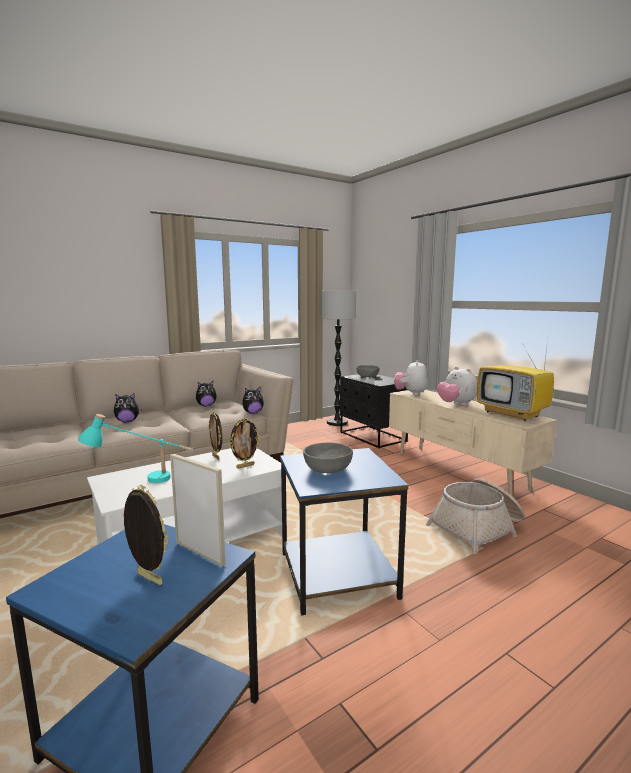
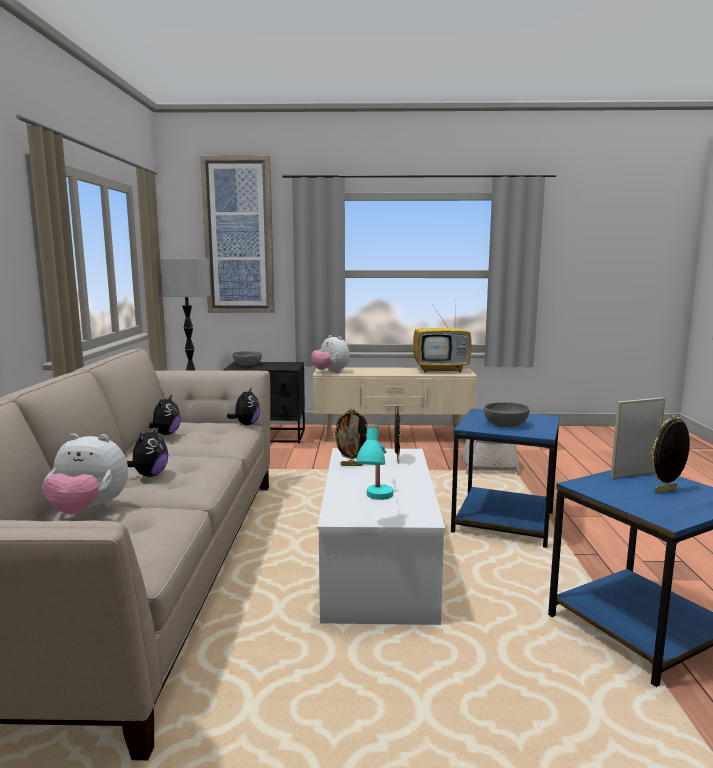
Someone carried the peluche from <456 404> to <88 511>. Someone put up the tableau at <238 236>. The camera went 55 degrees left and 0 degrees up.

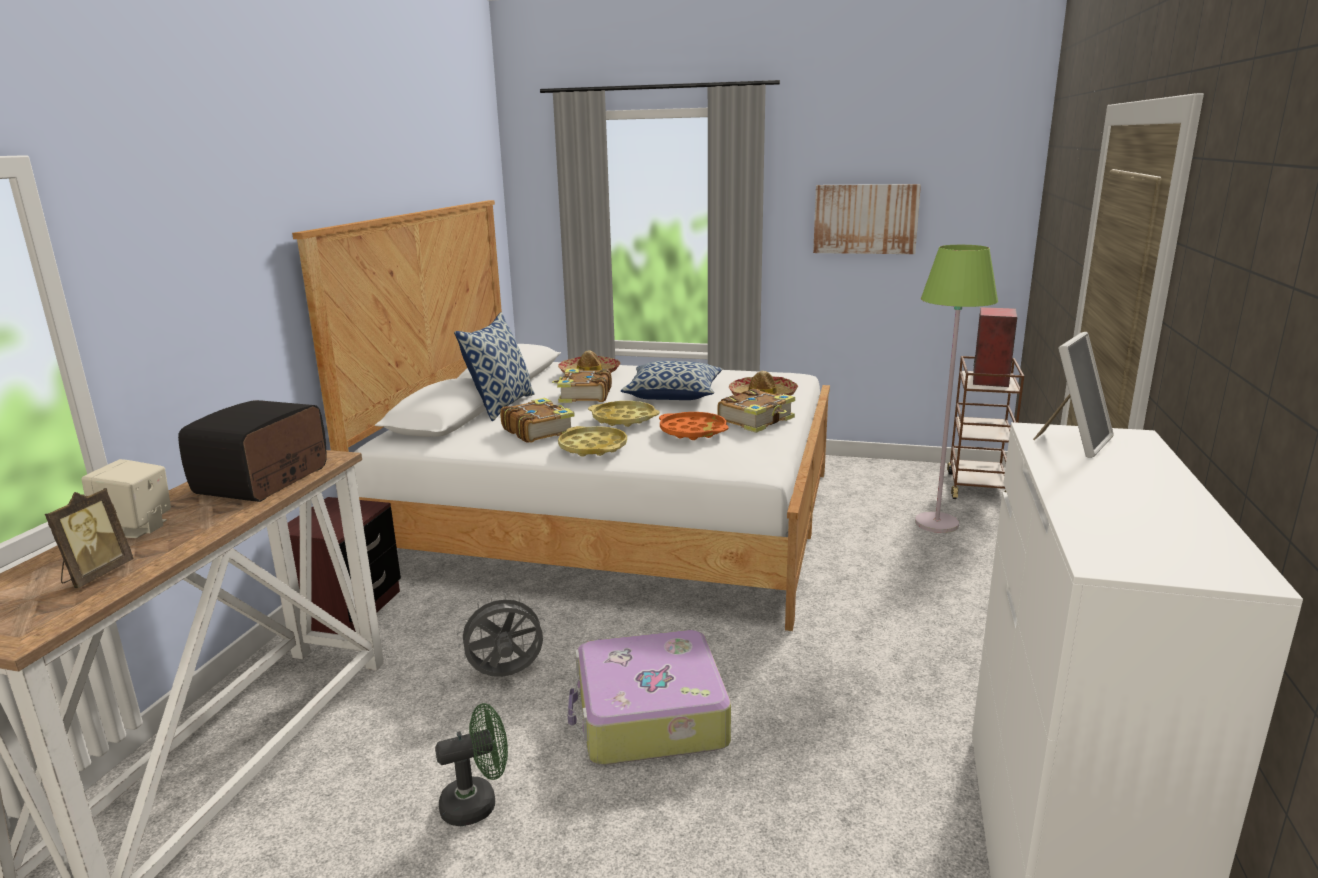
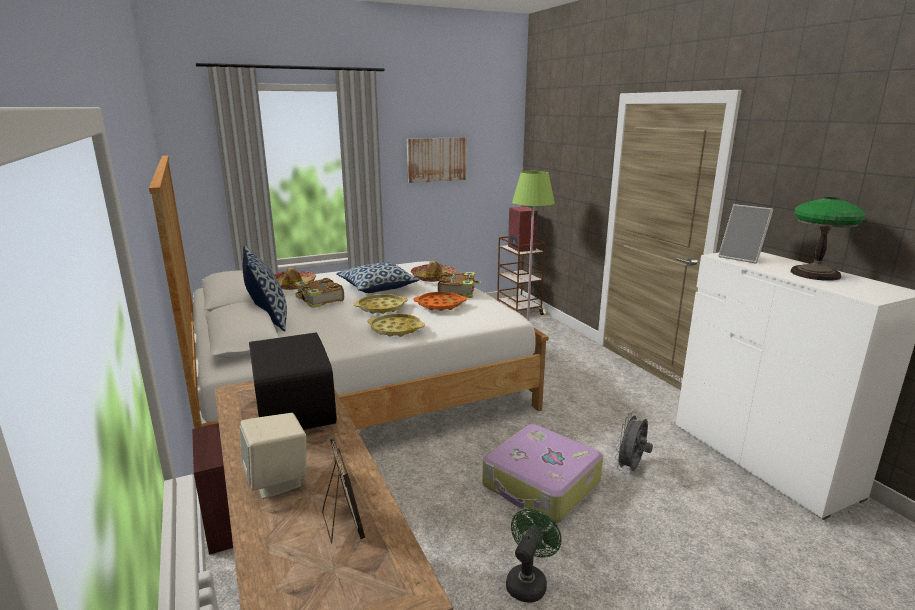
Someone carried the ventilateur [gris] from <506 675> to <630 468>. Someone rotated the cadre photo at <1073 442> by 135 degrees clockwise. Someone put down the lampe de table at <815 274>. Someone took away the livre at <538 431>. The camera went 40 degrees left and 0 degrees up.

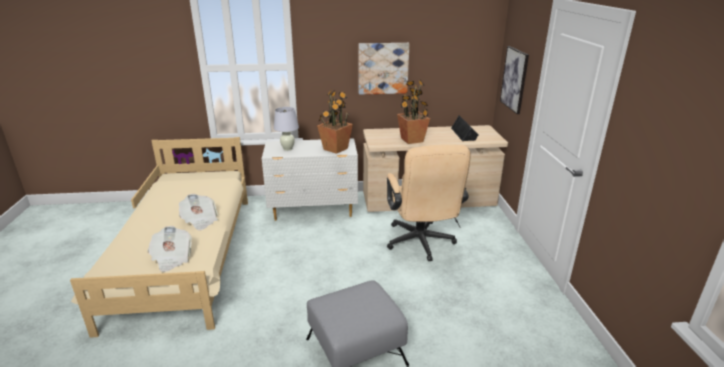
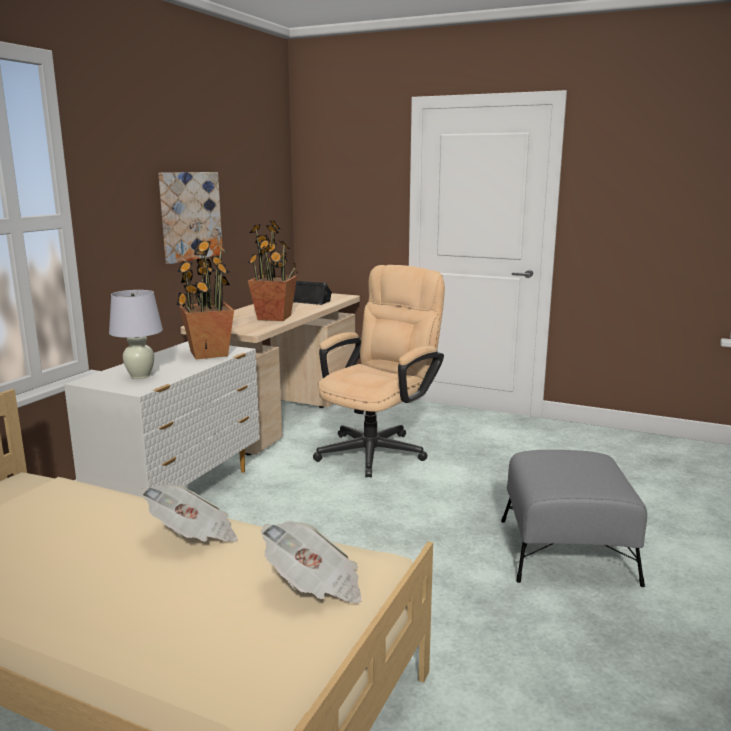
Someone rotated the chaise de bureau [beige] at <421 244> by 75 degrees counterclockwise. Someone took away the tableau at <514 79>. The camera went 60 degrees left and 10 degrees down.

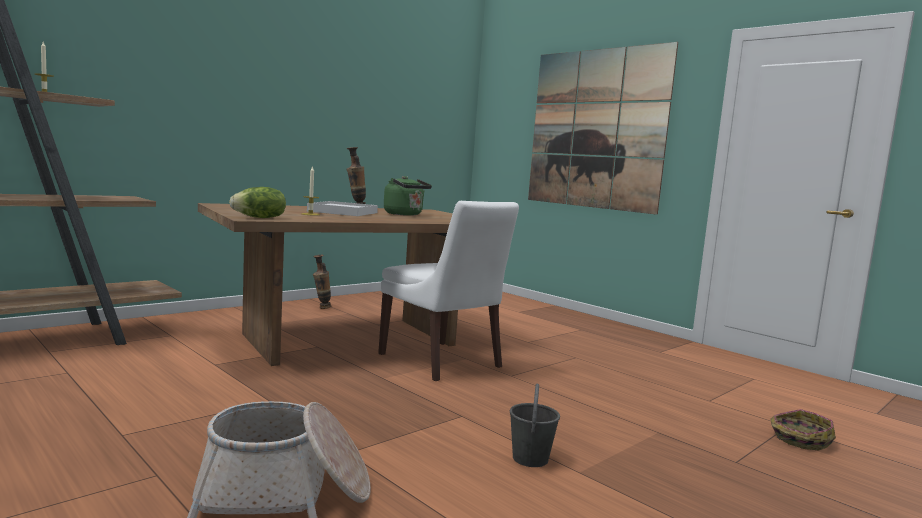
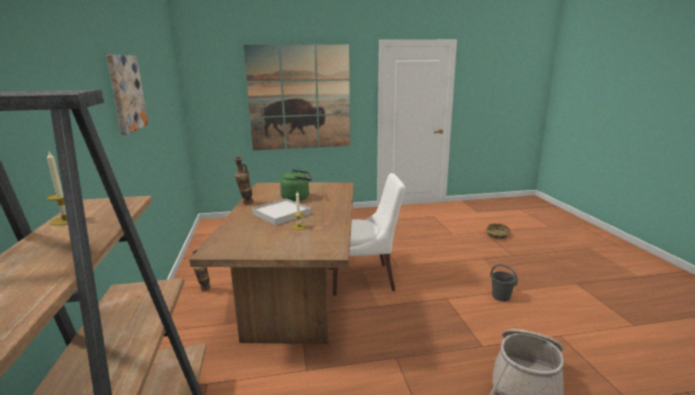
Someone put up the tableau at <126 93>. Someone took away the laitue at <260 218>. The camera went 55 degrees left and 10 degrees up.

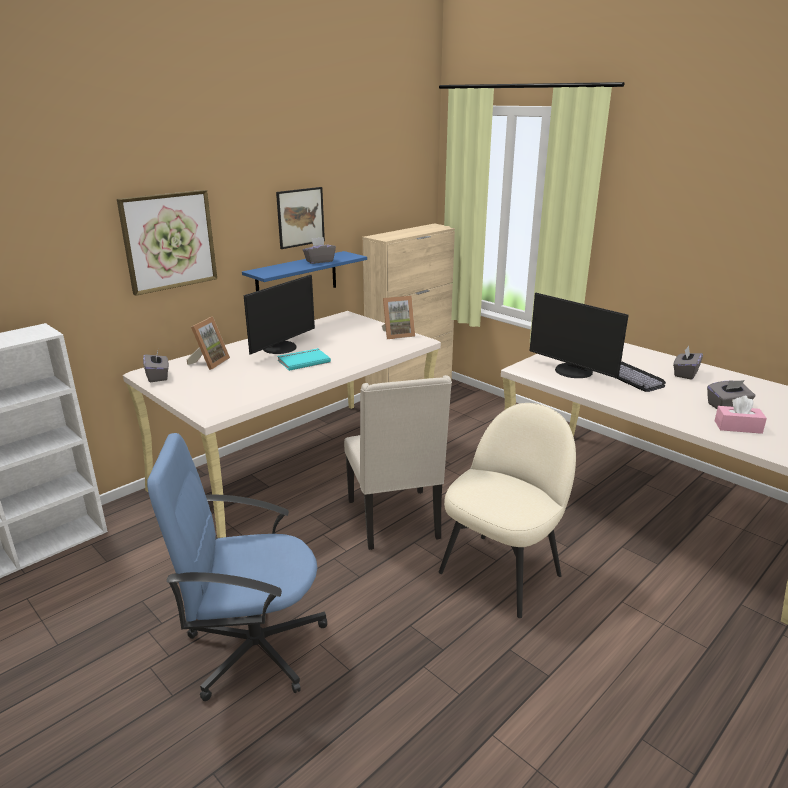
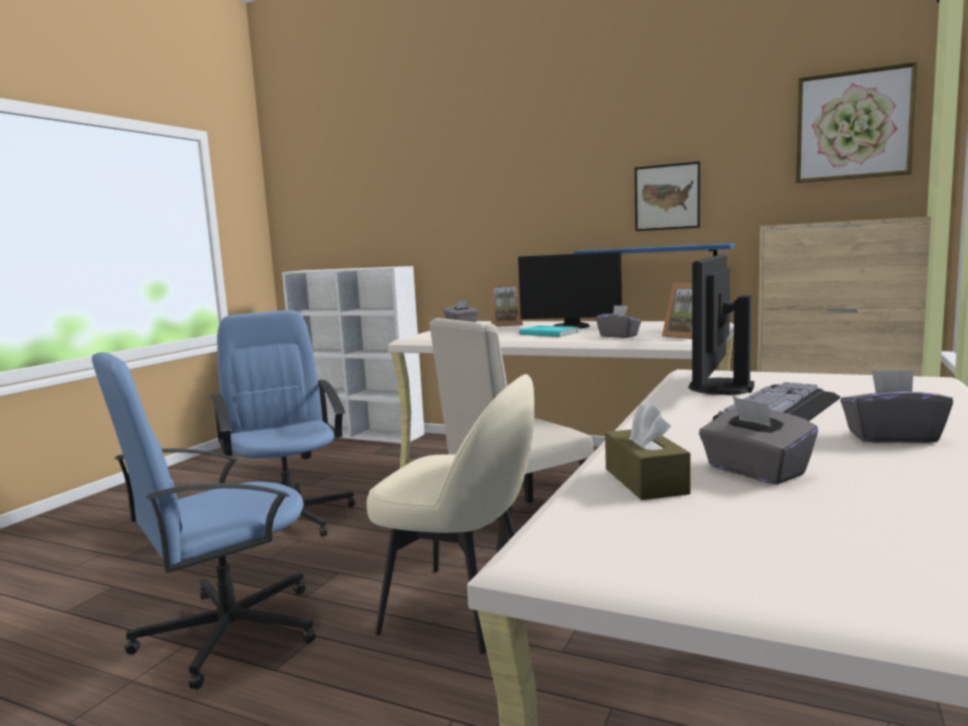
Someone put down the chaise de bureau [bleu] at <226 632>. Someone carried the boîte à mouchoirs [gris] from <319 261> to <619 336>. Someone repainted the boîte à mouchoirs [rose] at <738 427>, which became the boîte à mouchoirs [marron] at <645 481>. Someone carried the tableau from <169 241> to <853 125>. The camera went 70 degrees right and 15 degrees down.

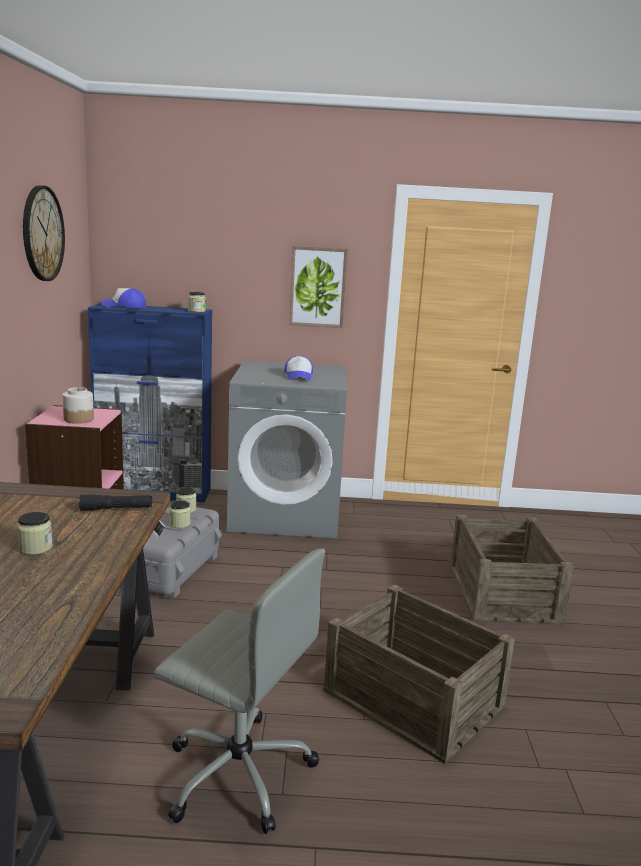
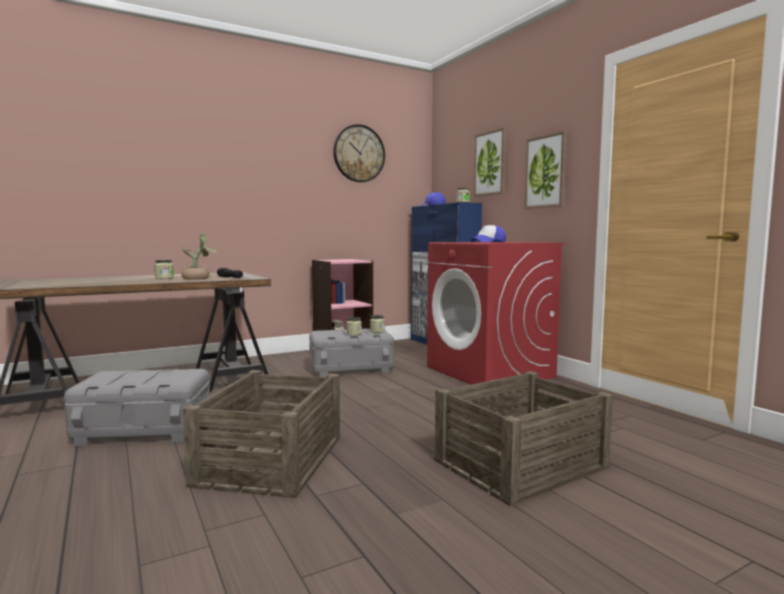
Someone swapped the chaise de bureau [gris] at <237 772> for the boîte de rangement [gris] at <144 430>. Someone put down the plante en pot at <198 279>. Someone repainted the lave-linge [gris] at <286 514>, which became the lave-linge [rouge] at <490 372>. Someone put up the tableau at <490 163>. Someone took away the bocal at <78 419>. The camera went 60 degrees right and 10 degrees down.

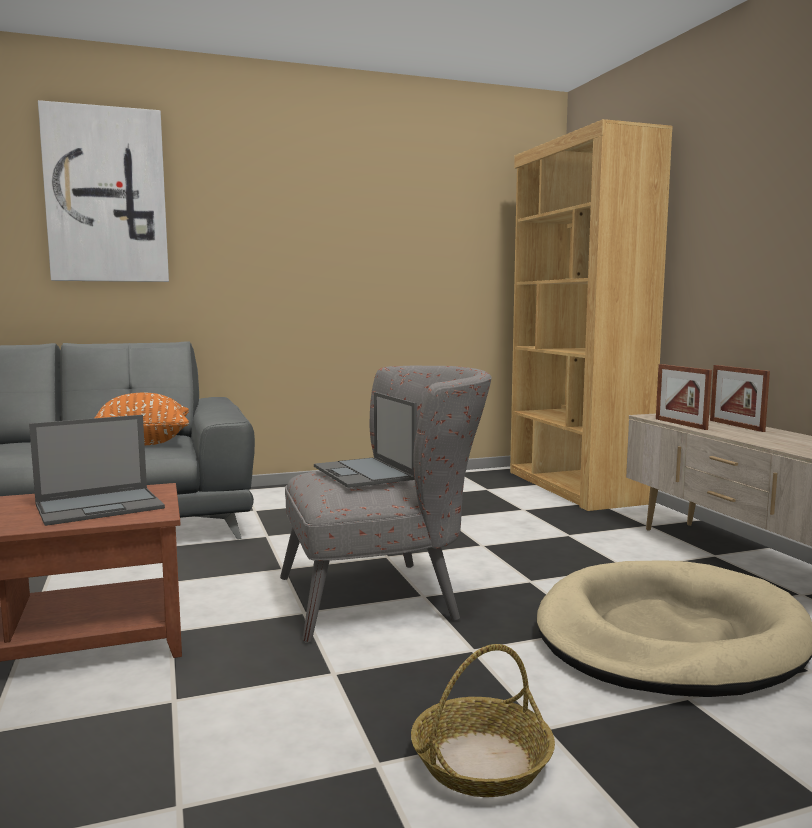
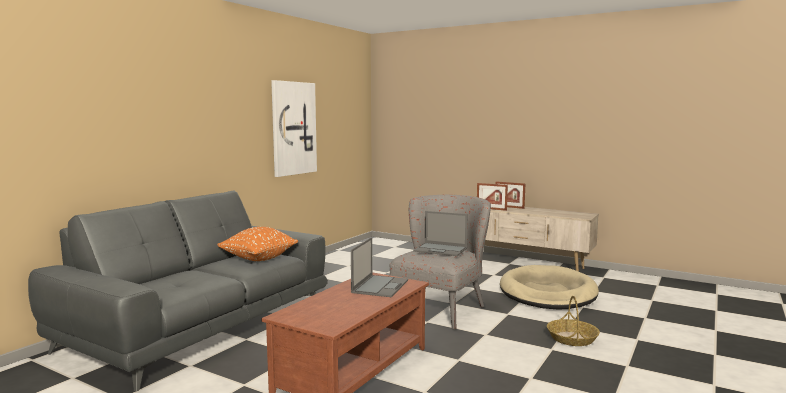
Someone carried the tableau from <106 195> to <293 128>. Someone took away the bibliothèque [marron] at <574 487>. The camera went 40 degrees left and 0 degrees up.

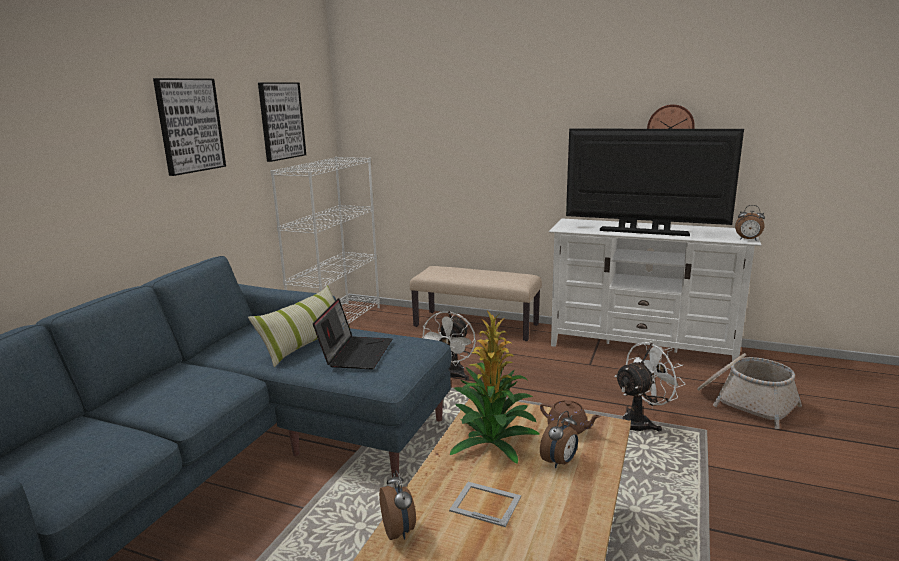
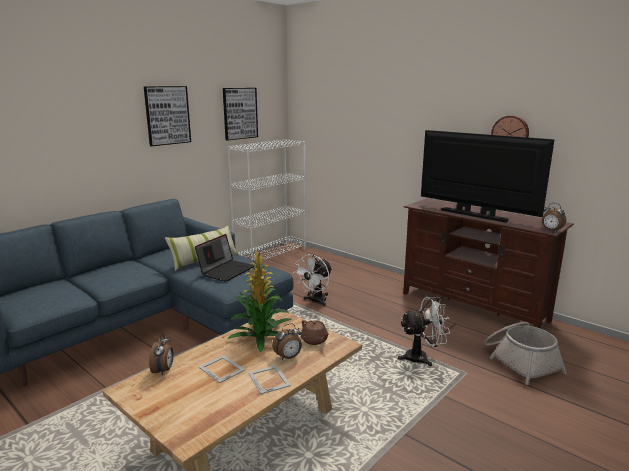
Someone put down the cadre photo at <269 379>. Someone repainted the meuble télé [blanc] at <641 347>, which became the meuble télé [marron] at <473 306>. Someone took away the banc [beige] at <476 325>. The camera went 20 degrees right and 0 degrees up.

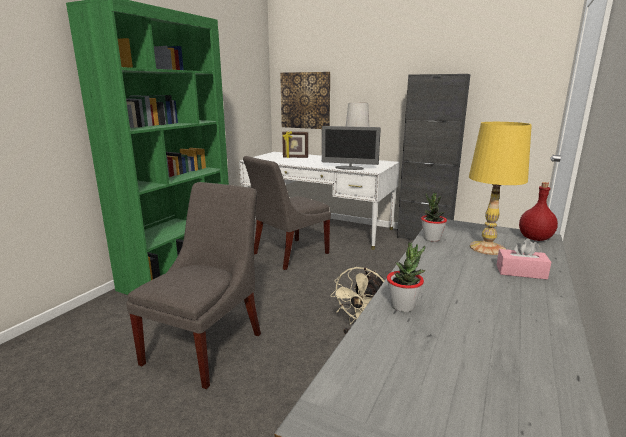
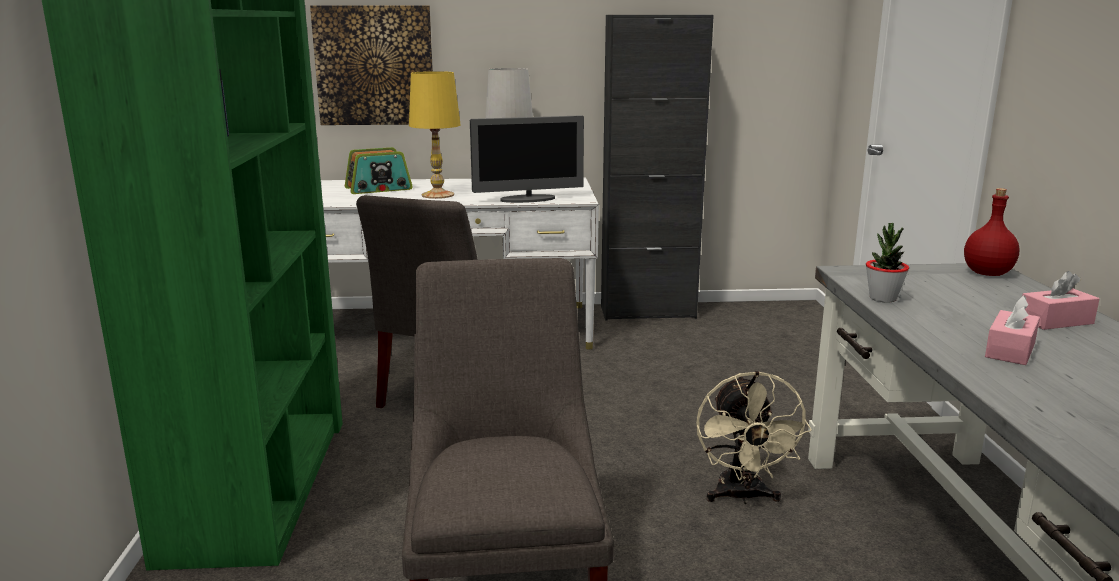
Someone swapped the cadre photo at <295 157> for the radio at <378 189>. Someone carried the lampe de table [jaune] from <487 248> to <438 195>. Someone put down the boîte à mouchoirs [rose] at <1010 350>. Someone took away the plante en pot at <403 306>. The camera went 30 degrees left and 0 degrees up.

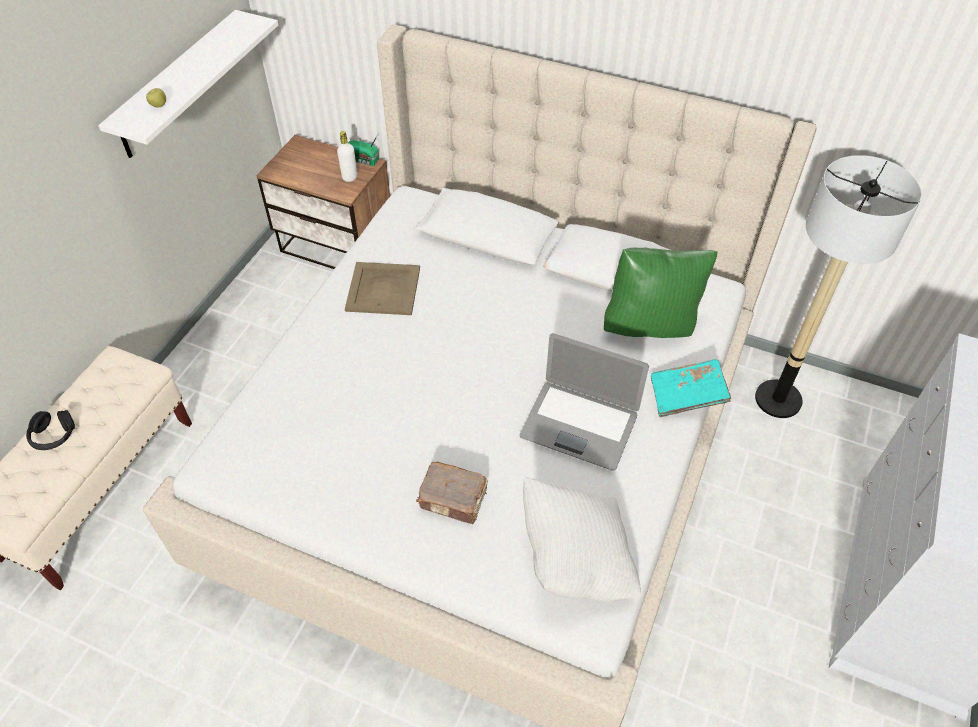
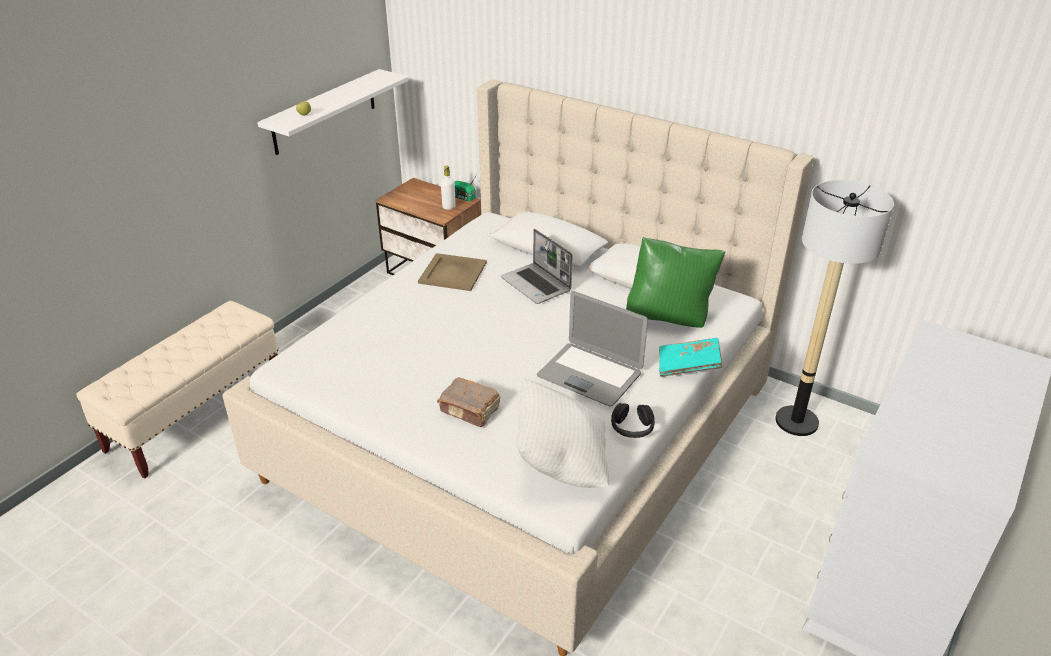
Someone put down the ordinateur portable at <537 285>. Someone carried the casque audio [noir] from <53 435> to <632 428>. The camera went 10 degrees right and 15 degrees down.

